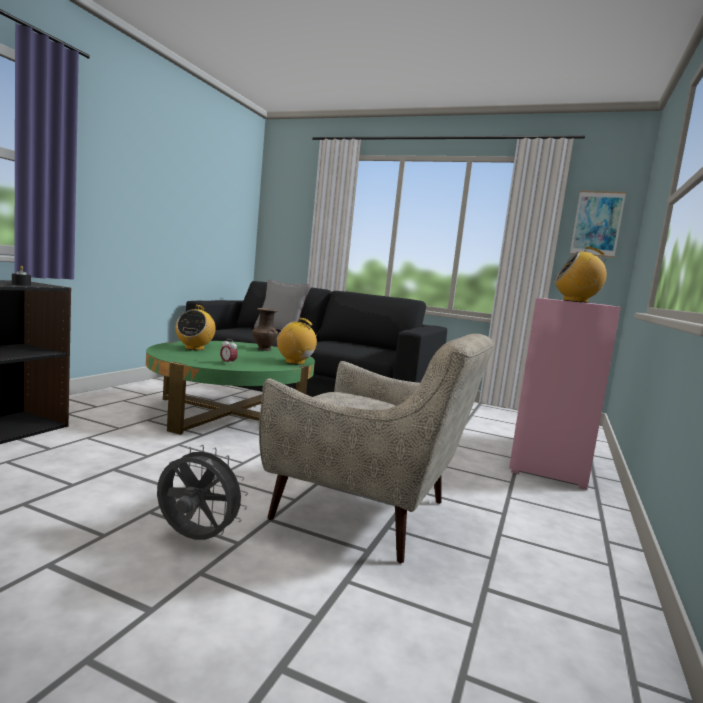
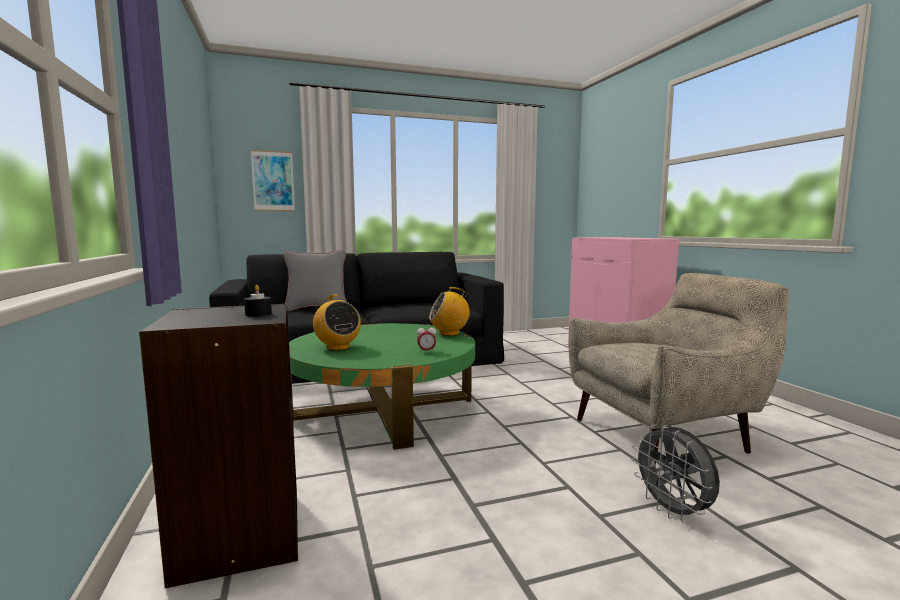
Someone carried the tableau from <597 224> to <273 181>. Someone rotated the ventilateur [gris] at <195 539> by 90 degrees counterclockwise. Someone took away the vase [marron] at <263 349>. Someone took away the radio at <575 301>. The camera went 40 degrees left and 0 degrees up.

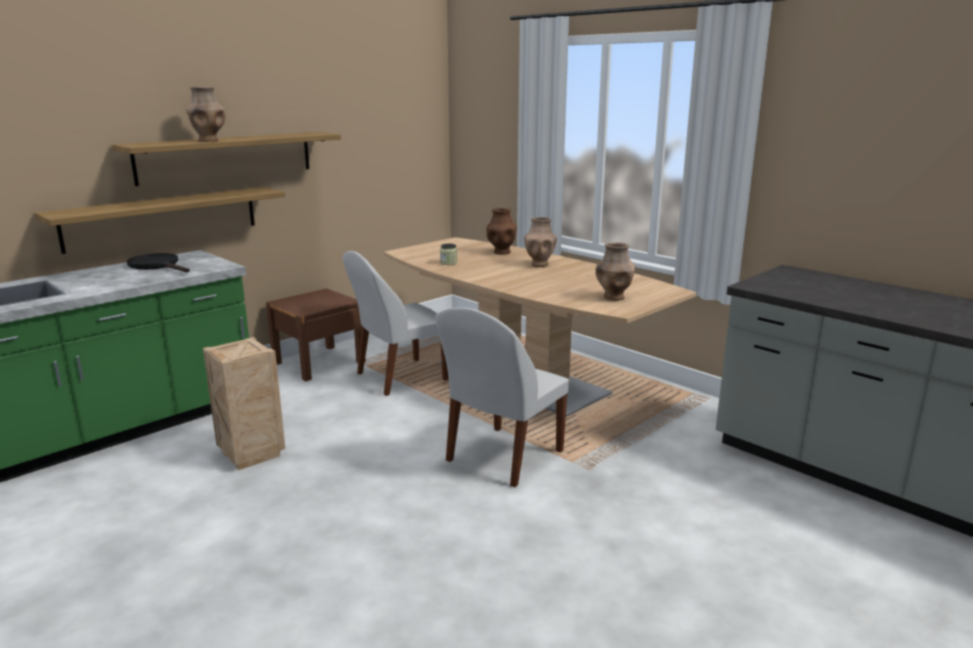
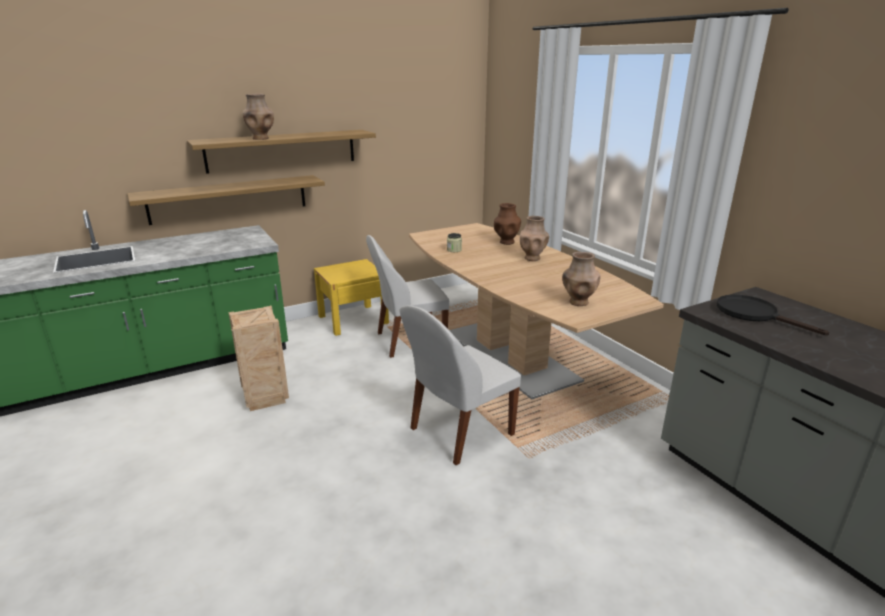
Someone repainted the table de chevet [marron] at <319 362>, which became the table de chevet [jaune] at <353 319>. Someone carried the poêle [noir] from <158 266> to <754 314>. The camera went 15 degrees right and 5 degrees up.

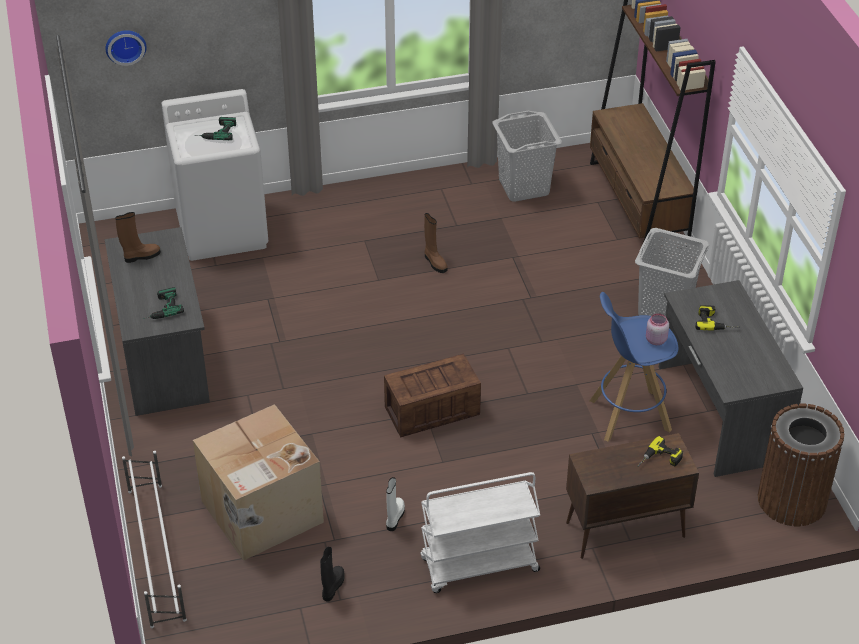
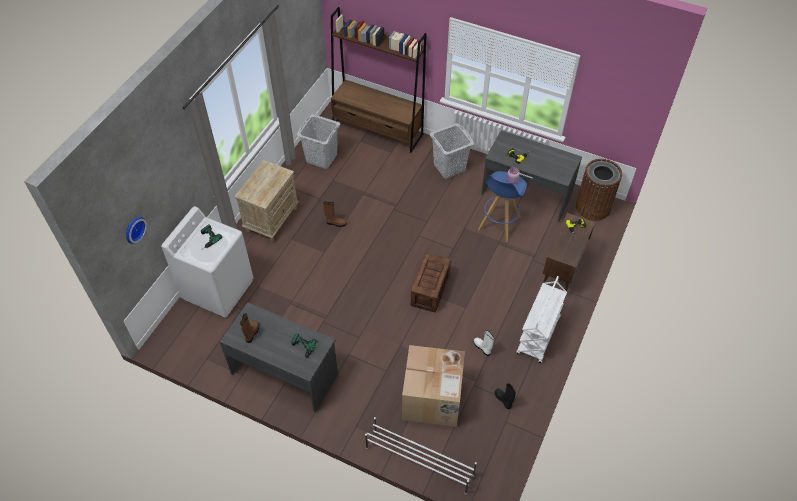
Someone put down the table de chevet [beige] at <272 219>. The camera went 50 degrees left and 10 degrees up.

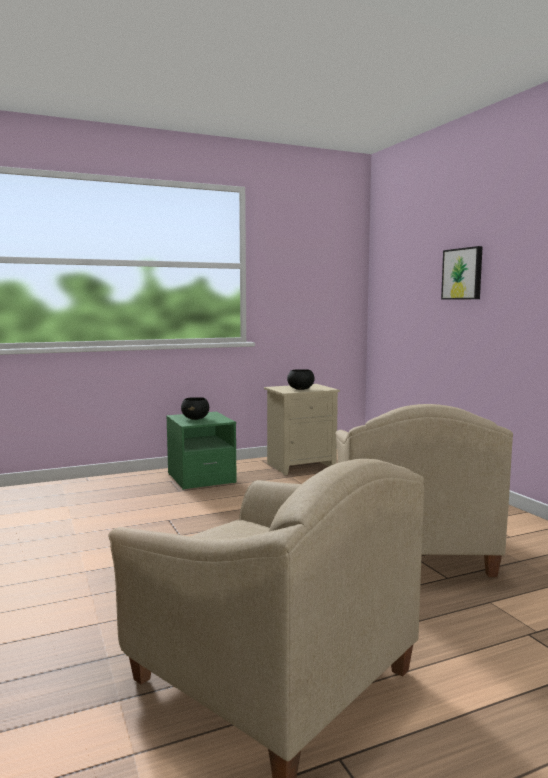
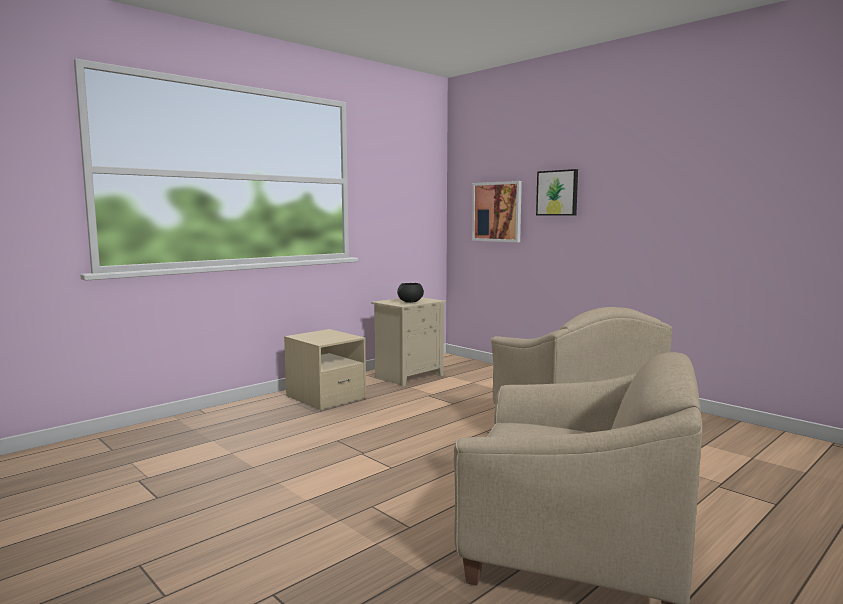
Someone repainted the table de chevet [vert] at <201 478>, which became the table de chevet [beige] at <325 398>. Someone put up the tableau at <497 211>. Someone took away the bol [noir] at <195 418>. The camera went 20 degrees left and 0 degrees up.

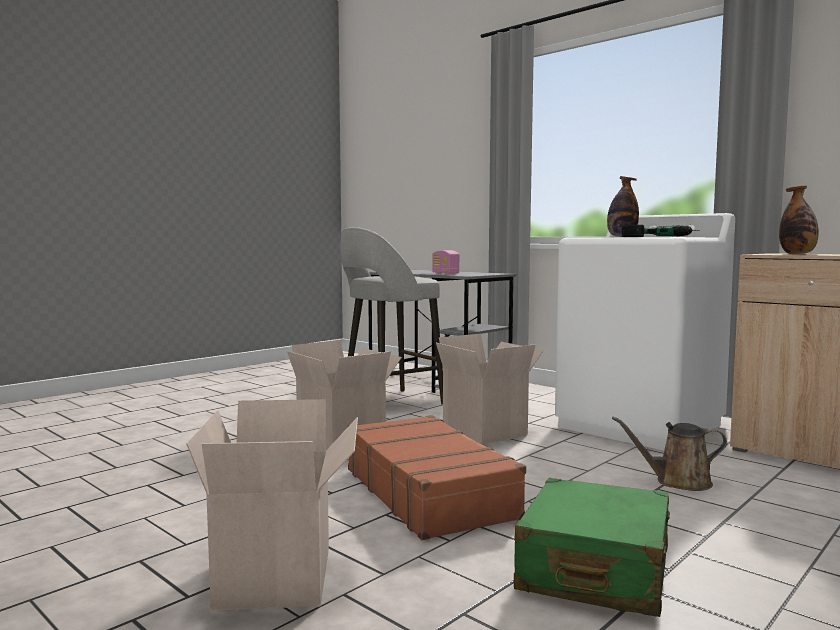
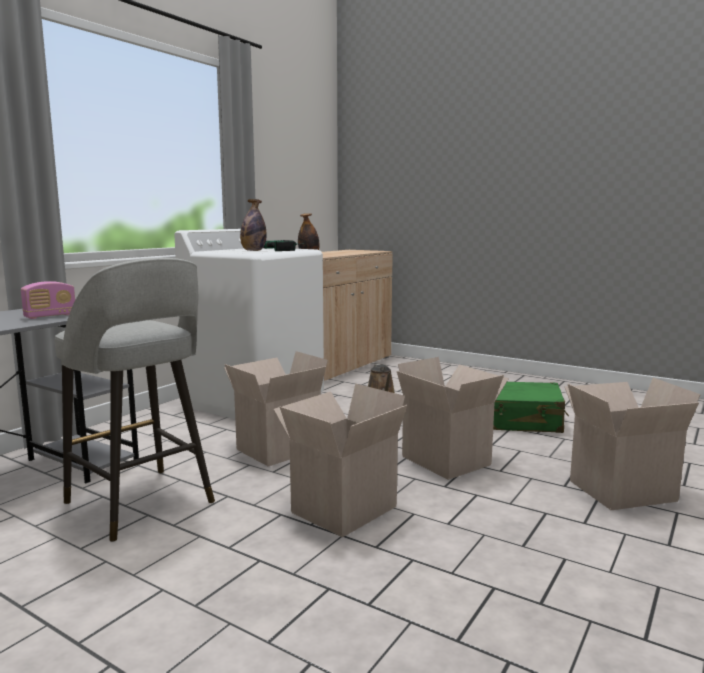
Someone swapped the valise [marron] at <429 492> for the carton at <448 460>. The camera went 100 degrees left and 5 degrees up.

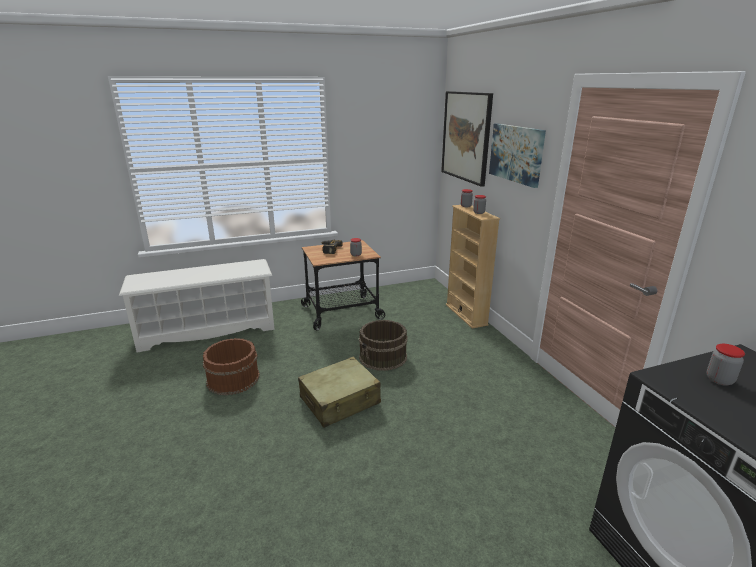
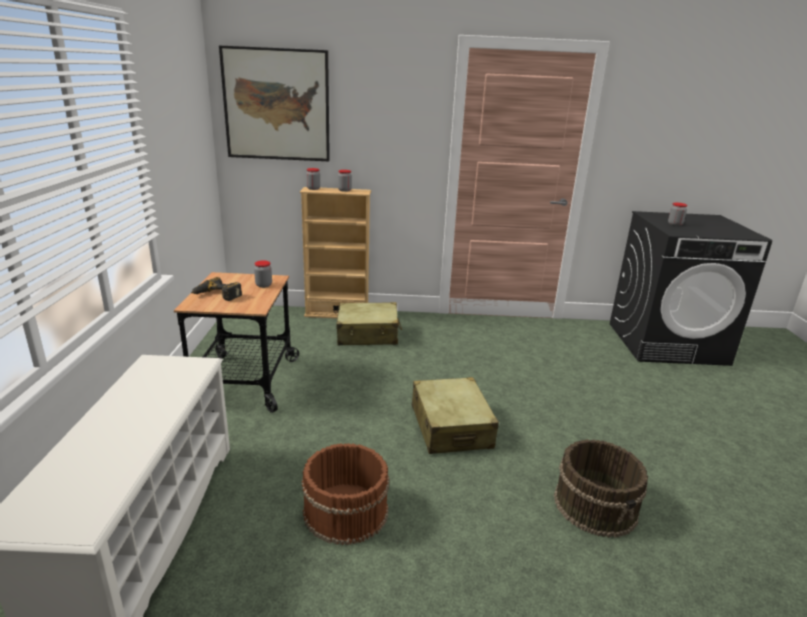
Someone put down the valise [beige] at <368 334>. Someone carried the seau [marron] from <383 357> to <596 505>. Someone took away the tableau at <516 153>. The camera went 70 degrees left and 0 degrees up.

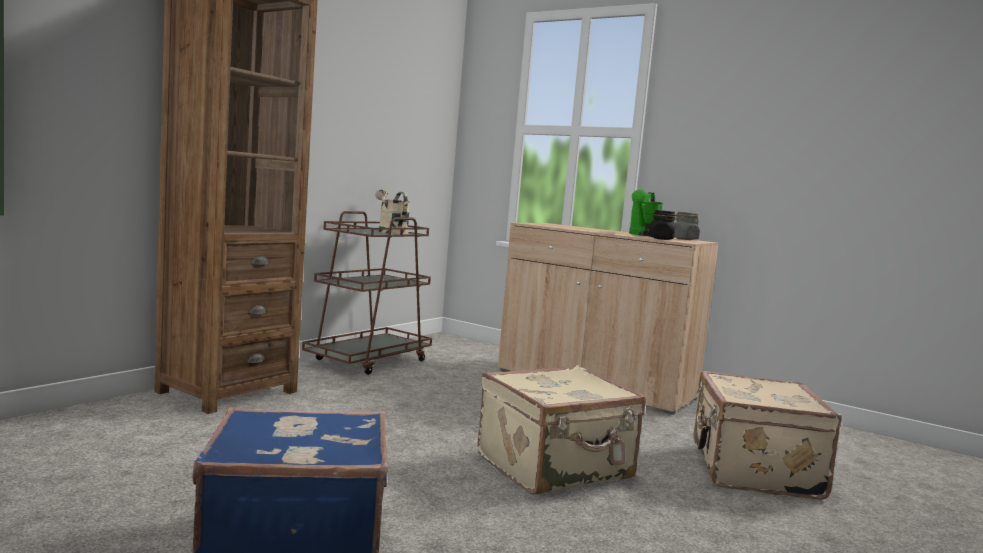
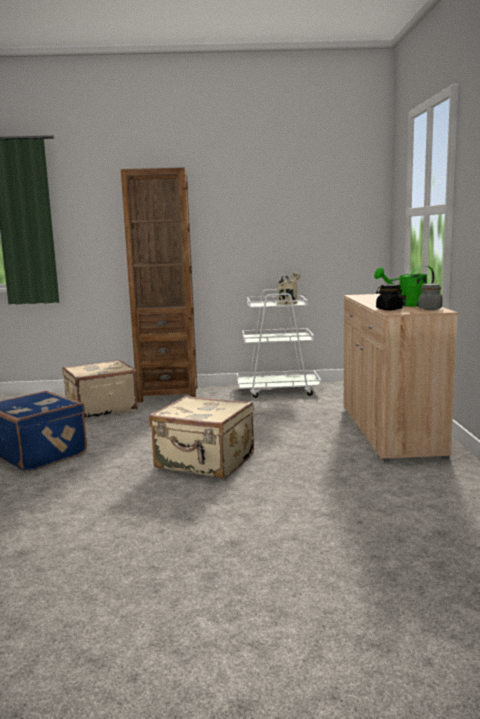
Someone carried the valise [beige] from <751 471> to <100 409>. Someone repainted the chariot [marron] at <369 361>, which became the chariot [blanc] at <278 390>. The camera went 55 degrees right and 5 degrees up.

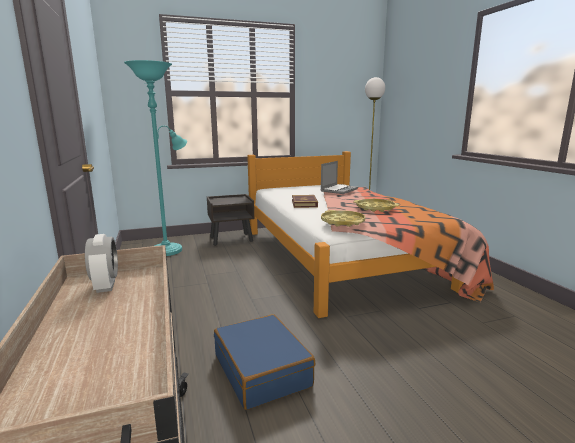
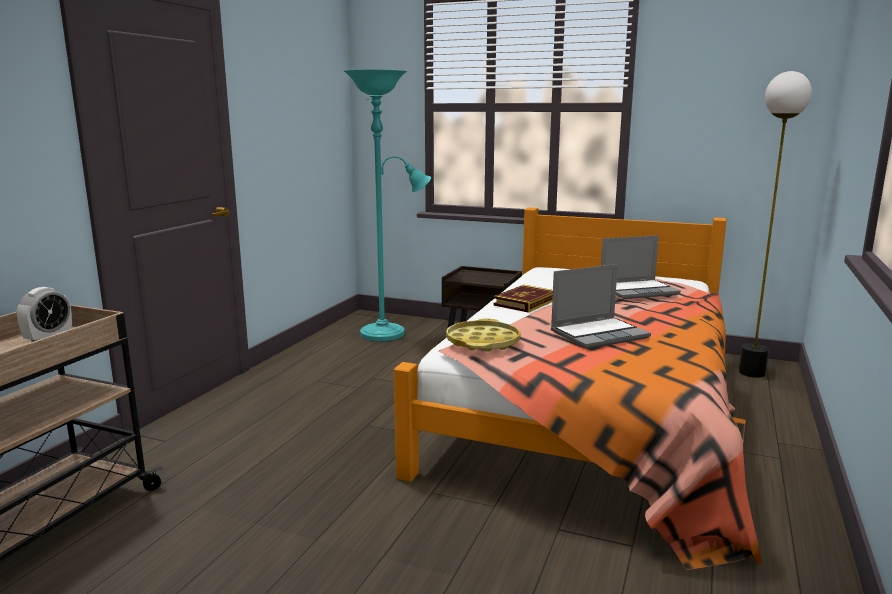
Someone swapped the plateau [jaune] at <375 208> for the ordinateur portable at <599 334>. Someone took away the valise [bleu] at <262 370>. The camera went 40 degrees right and 0 degrees up.

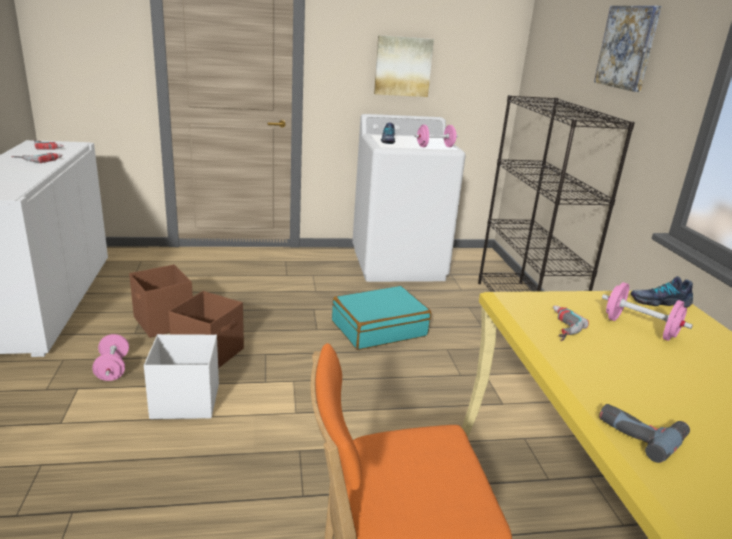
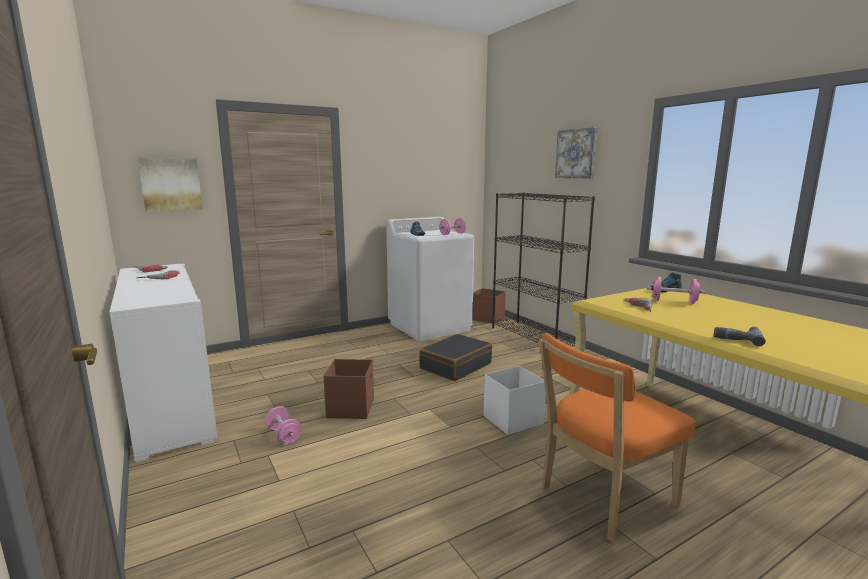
Someone carried the tableau from <403 66> to <171 184>. Someone repainted the valise [turquoise] at <379 328>, which became the valise [noir] at <455 366>. Someone carried the boîte de rangement [marron] from <163 322> to <488 319>. Someone carried the boîte de rangement [blanc] from <184 401> to <512 420>. The camera went 20 degrees left and 10 degrees down.

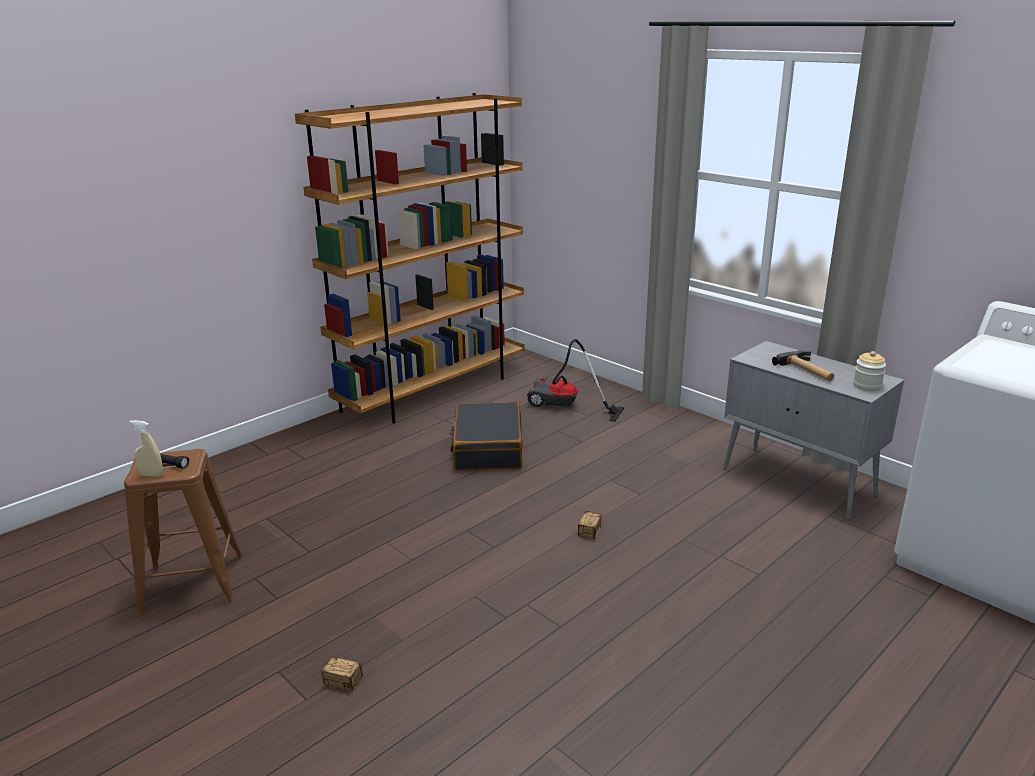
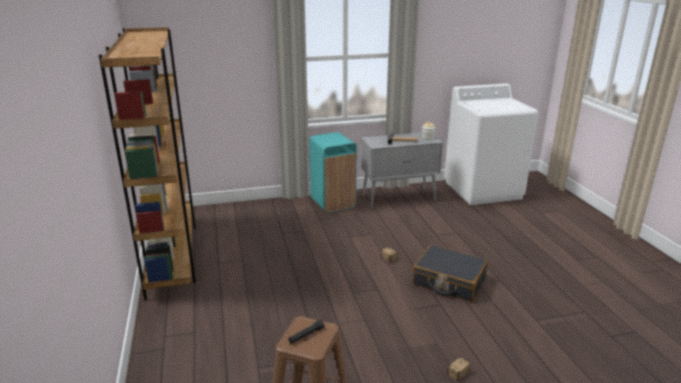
Someone put down the poubelle [turquoise] at <333 202>. Someone carried the valise [noir] from <487 448> to <449 282>. Someone took away the vaporisateur [beige] at <151 475>. Someone took away the aspirateur at <565 407>. The camera went 60 degrees left and 0 degrees up.

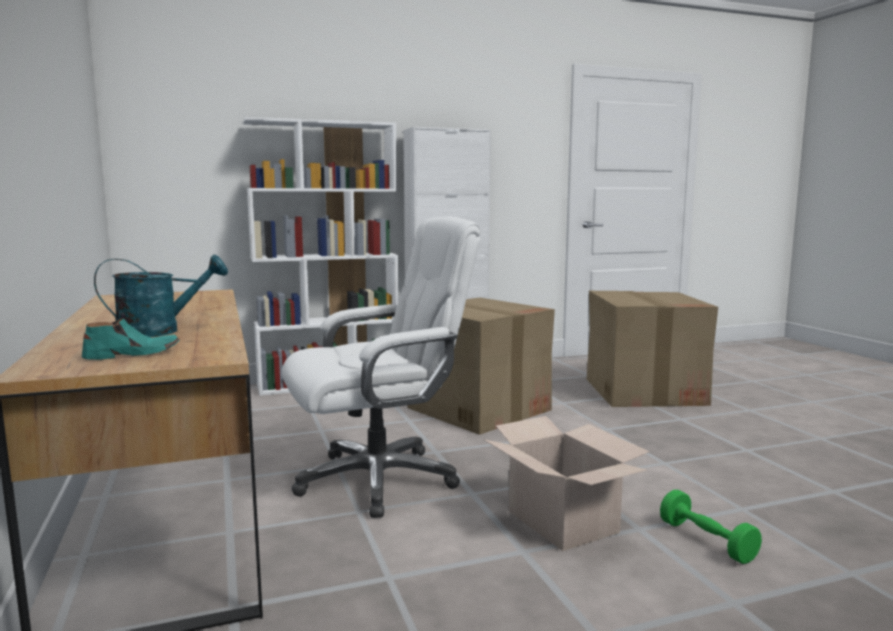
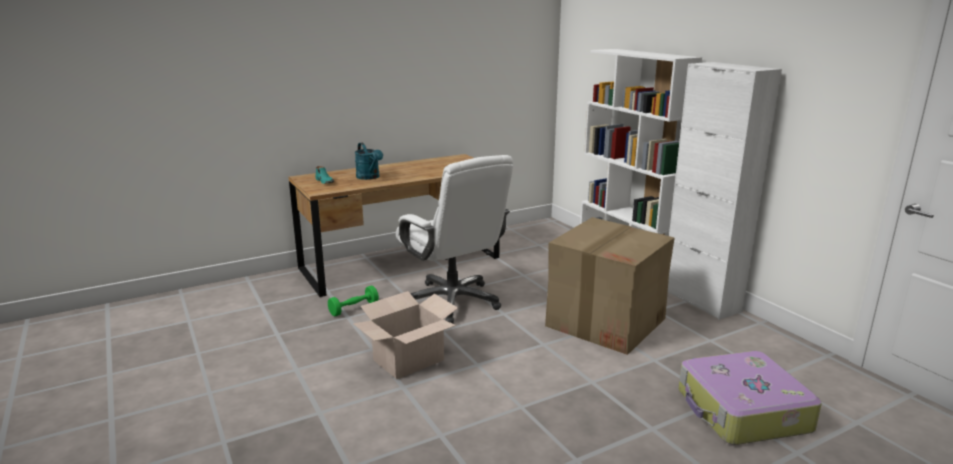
Someone carried the haltère [vert] from <707 541> to <354 309>. Someone swapped the carton at <644 391> for the valise at <741 411>. The camera went 80 degrees right and 10 degrees up.

